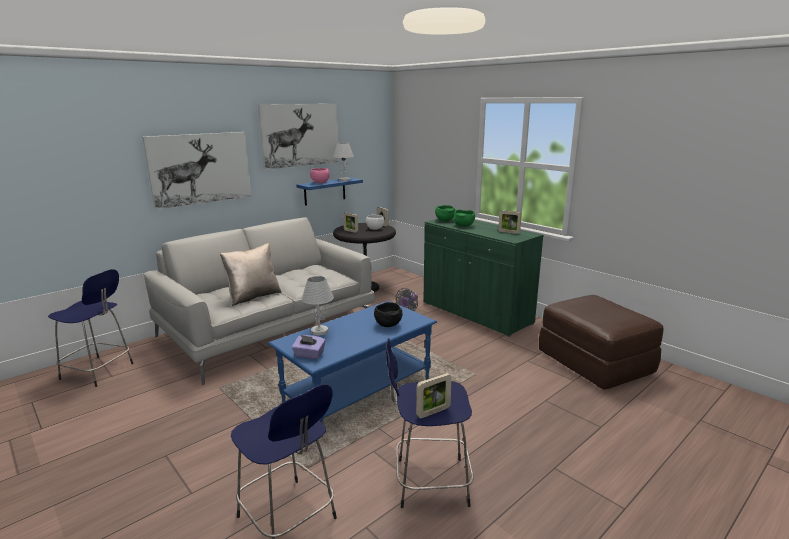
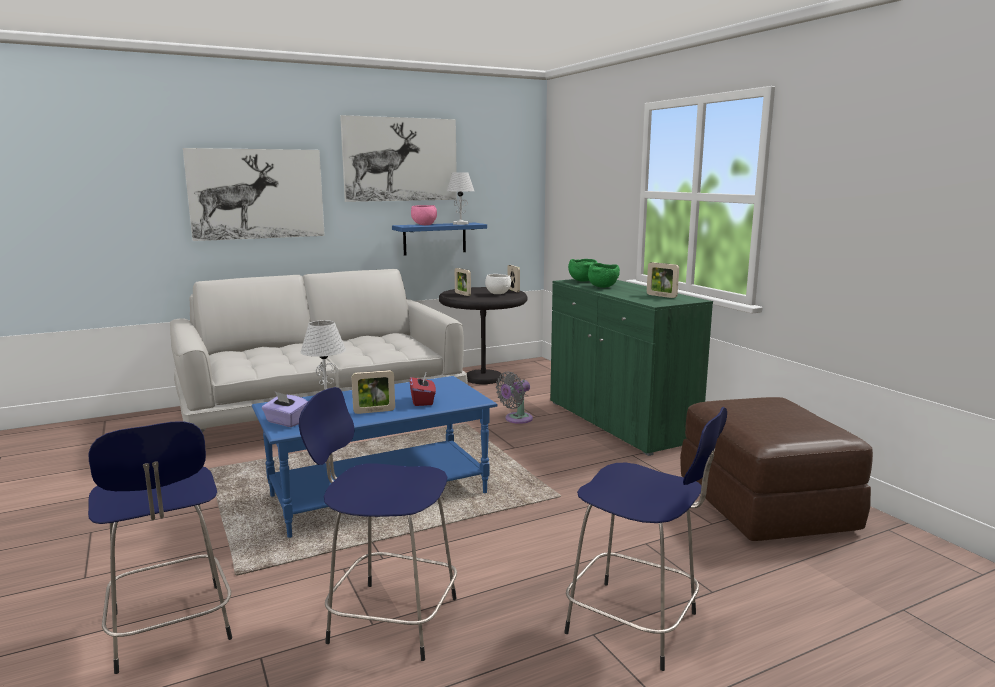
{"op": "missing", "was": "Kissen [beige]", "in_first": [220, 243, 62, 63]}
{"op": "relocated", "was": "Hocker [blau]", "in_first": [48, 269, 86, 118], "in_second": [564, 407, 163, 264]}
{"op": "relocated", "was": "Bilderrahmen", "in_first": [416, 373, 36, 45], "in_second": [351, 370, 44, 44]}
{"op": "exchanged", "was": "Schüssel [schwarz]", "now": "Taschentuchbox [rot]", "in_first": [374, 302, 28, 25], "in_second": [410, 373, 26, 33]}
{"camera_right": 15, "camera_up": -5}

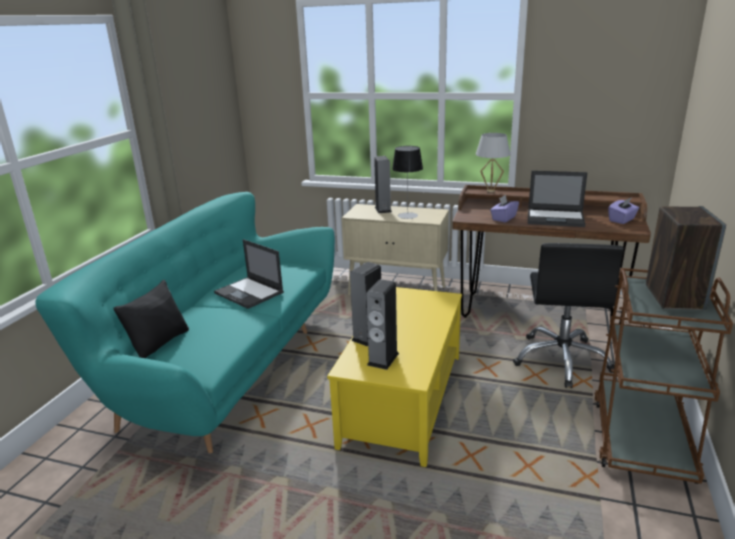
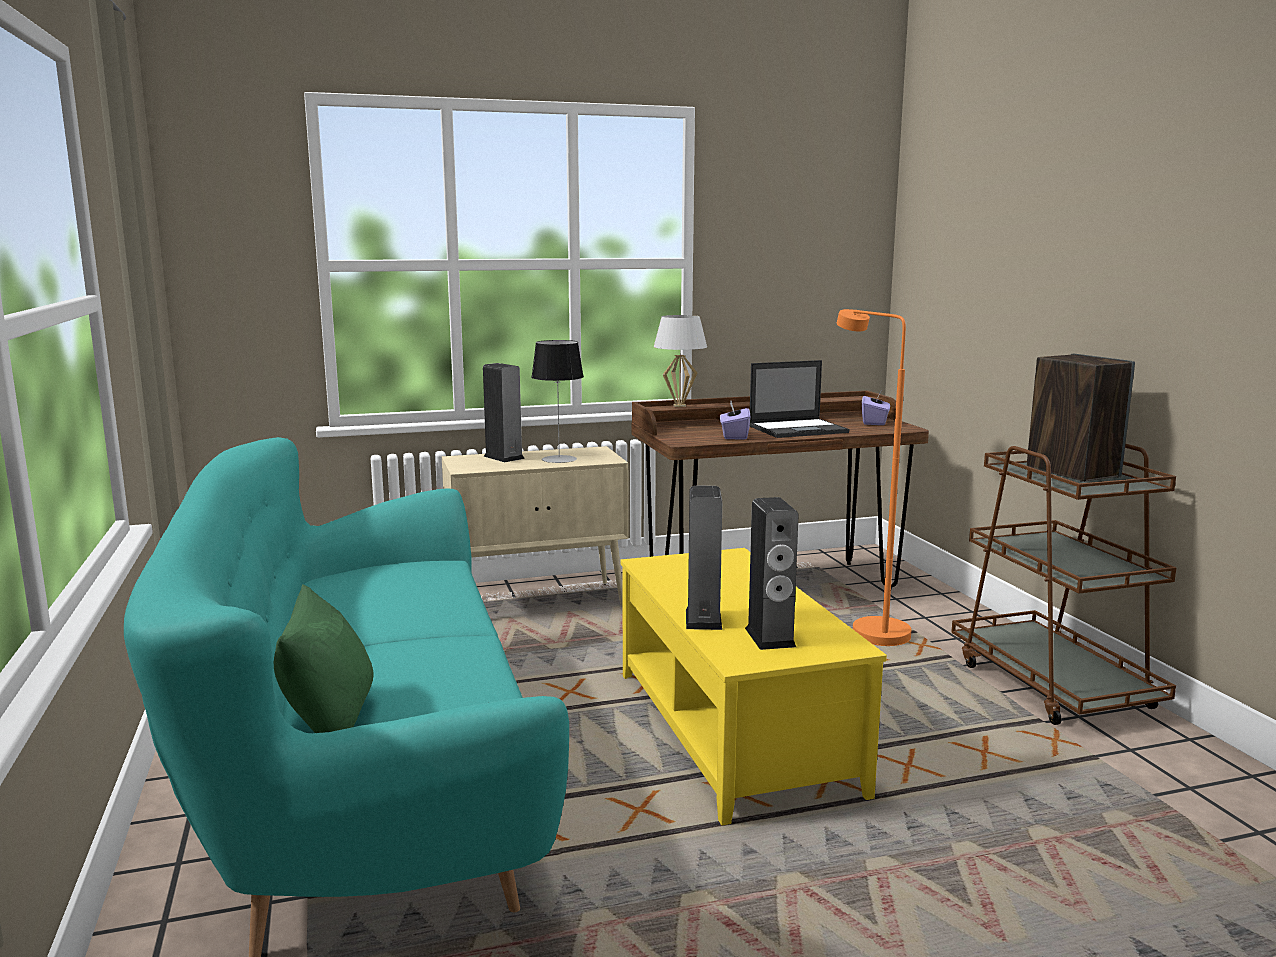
{"op": "missing", "was": "Laptop", "in_first": [214, 239, 70, 70]}
{"op": "exchanged", "was": "Bürostuhl [schwarz]", "now": "Stehlampe [orange]", "in_first": [513, 243, 111, 145], "in_second": [837, 309, 75, 337]}
{"op": "colour", "was": "Kissen [schwarz]", "now": "Kissen [grün]", "in_first": [113, 280, 76, 78], "in_second": [274, 584, 100, 149]}
{"camera_right": -35, "camera_up": -10}

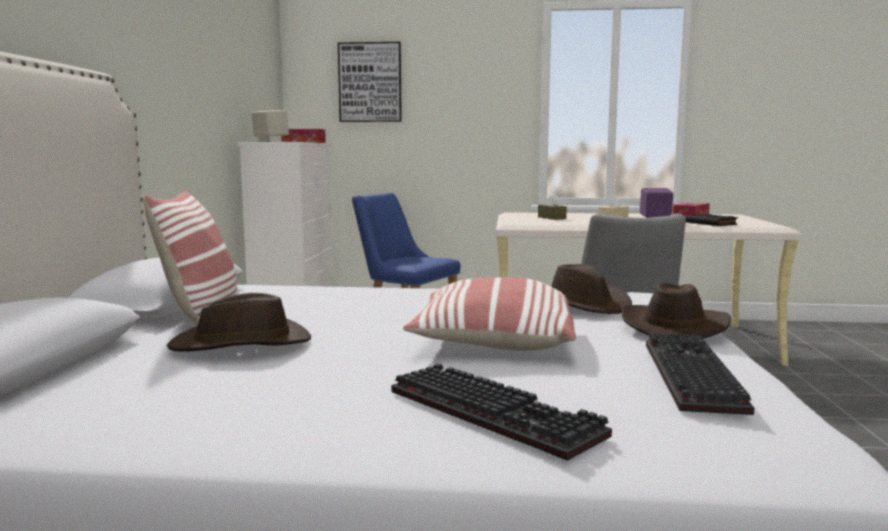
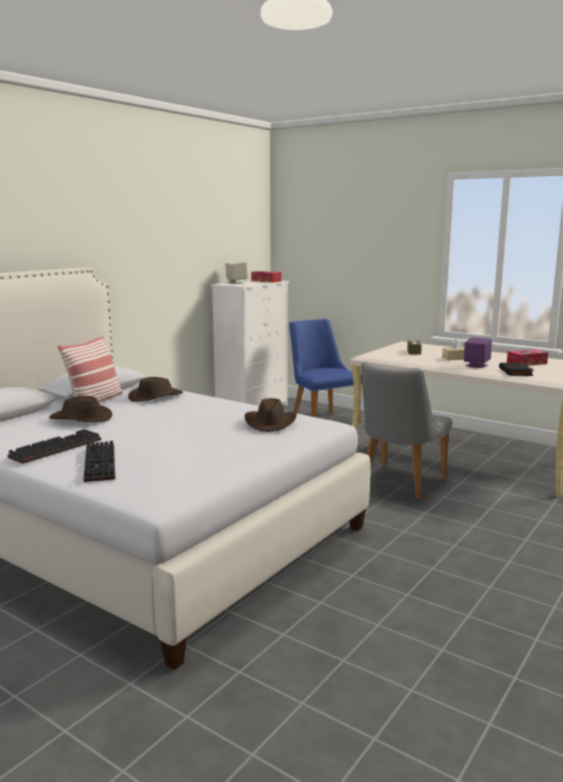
{"op": "missing", "was": "Bild", "in_first": [338, 42, 64, 80]}
{"op": "missing", "was": "Kissen", "in_first": [403, 277, 173, 74]}
{"op": "relocated", "was": "Hut [braun]", "in_first": [622, 283, 109, 56], "in_second": [128, 377, 55, 25]}
{"op": "relocated", "was": "Tastatur", "in_first": [646, 333, 108, 82], "in_second": [7, 429, 94, 35]}
{"camera_right": 30, "camera_up": 5}

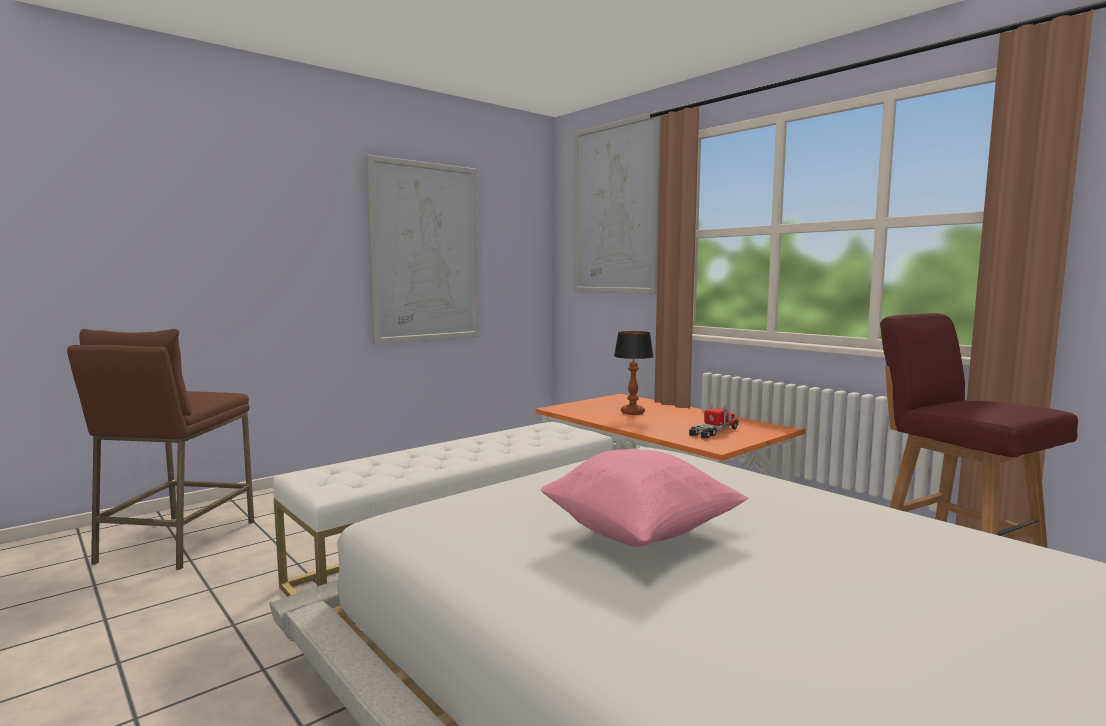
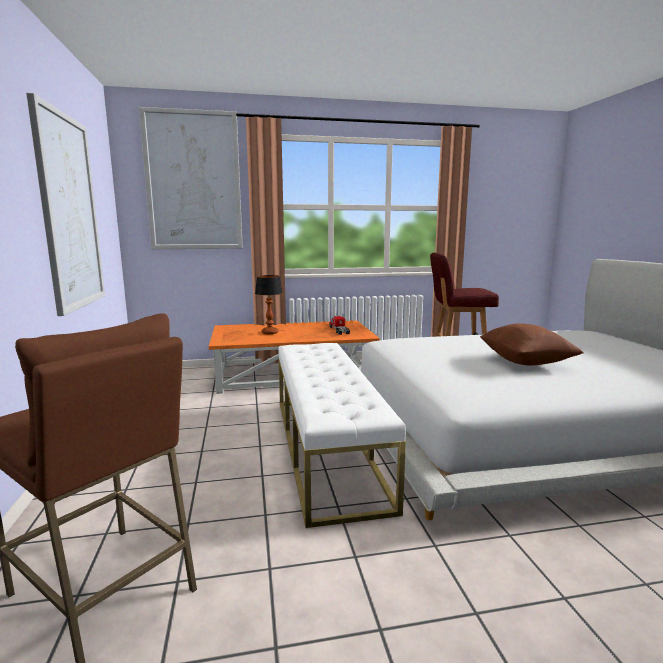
{"op": "colour", "was": "Kissen [rosa]", "now": "Kissen [braun]", "in_first": [541, 449, 207, 98], "in_second": [480, 323, 104, 42]}
{"camera_right": -60, "camera_up": 5}

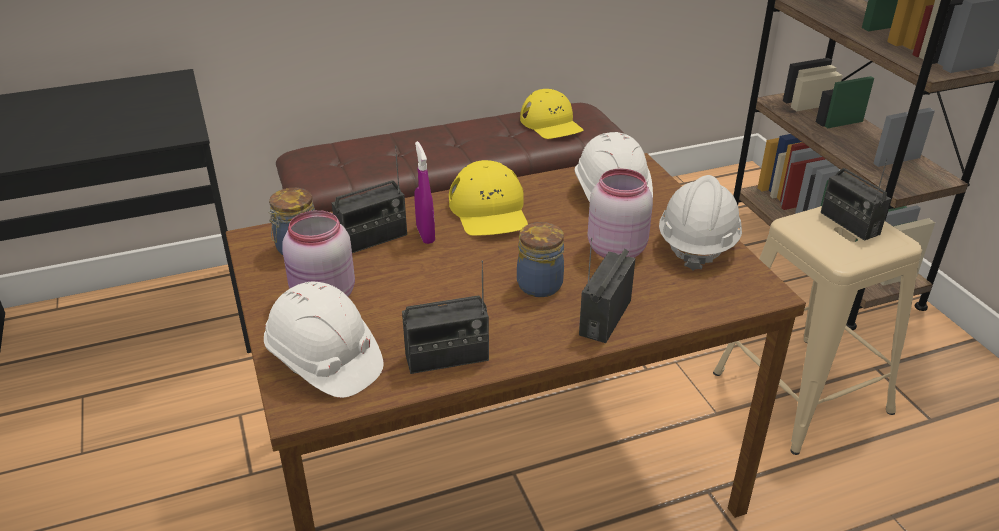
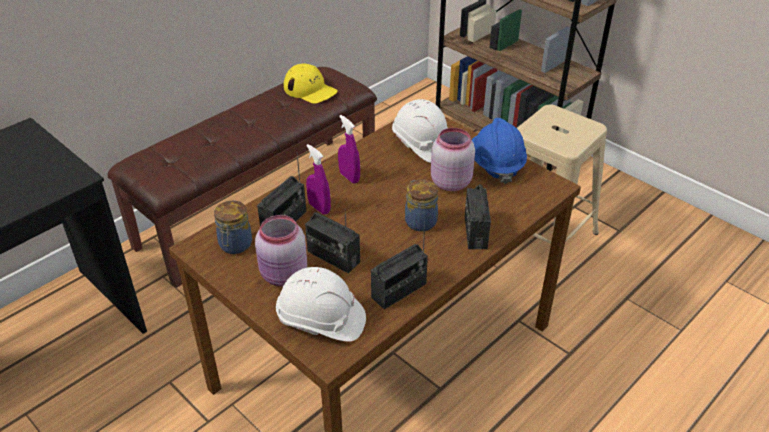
{"op": "relocated", "was": "Radio", "in_first": [821, 158, 70, 83], "in_second": [305, 209, 55, 64]}
{"op": "exchanged", "was": "Kappe [gelb]", "now": "Sprühflasche [lila]", "in_first": [449, 160, 79, 76], "in_second": [338, 115, 22, 69]}
{"op": "colour", "was": "Schutzhelm [weiß]", "now": "Schutzhelm [blau]", "in_first": [659, 175, 83, 96], "in_second": [472, 118, 55, 66]}
{"camera_right": -25, "camera_up": 5}

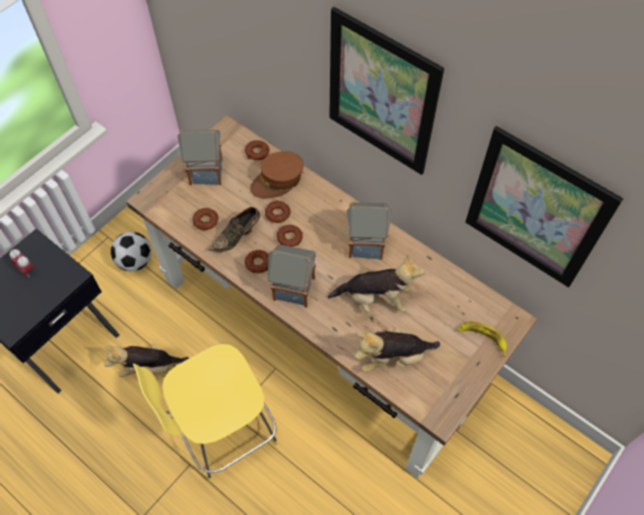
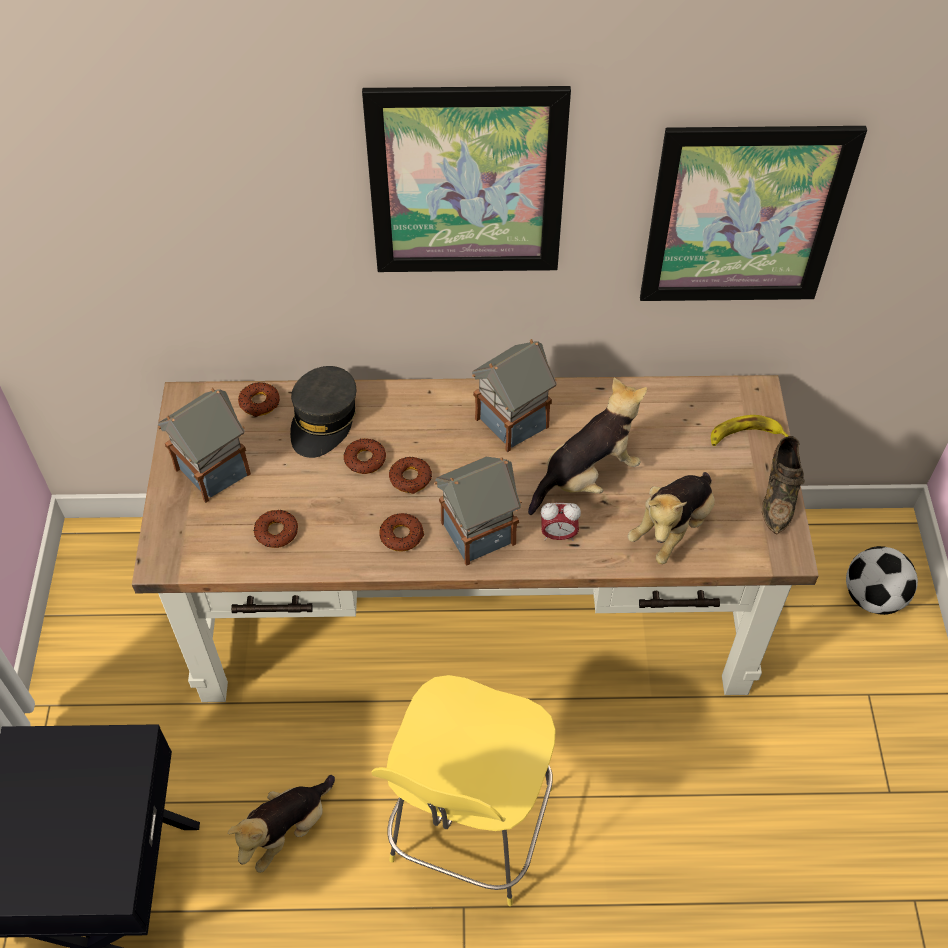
{"op": "relocated", "was": "Wecker", "in_first": [10, 249, 24, 27], "in_second": [541, 503, 40, 38]}
{"op": "relocated", "was": "Fußball", "in_first": [111, 232, 40, 39], "in_second": [846, 546, 72, 69]}
{"op": "relocated", "was": "Schuh [braun]", "in_first": [209, 207, 51, 45], "in_second": [762, 436, 43, 99]}
{"op": "colour", "was": "Kappe [braun]", "now": "Kappe [grau]", "in_first": [250, 151, 53, 47], "in_second": [290, 366, 66, 92]}
{"camera_right": -40, "camera_up": -5}

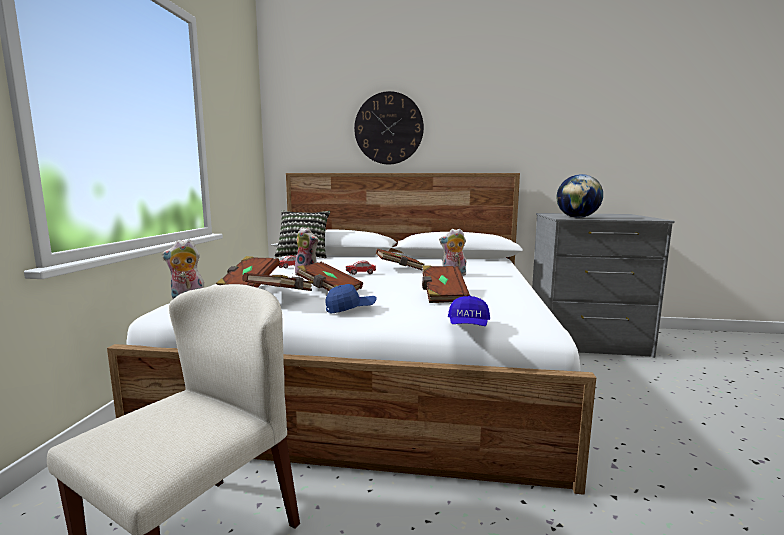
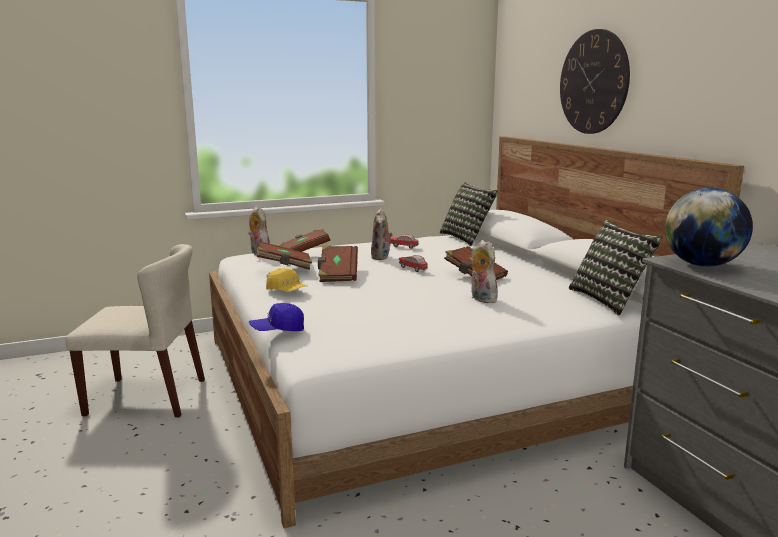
{"op": "missing", "was": "Buch [braun]", "in_first": [422, 265, 48, 38]}
{"op": "appeared", "now": "Kissen", "in_second": [569, 220, 94, 95]}
{"op": "colour", "was": "Kappe [blau]", "now": "Kappe [gelb]", "in_first": [326, 284, 51, 30], "in_second": [266, 268, 41, 24]}
{"camera_right": 60, "camera_up": 5}

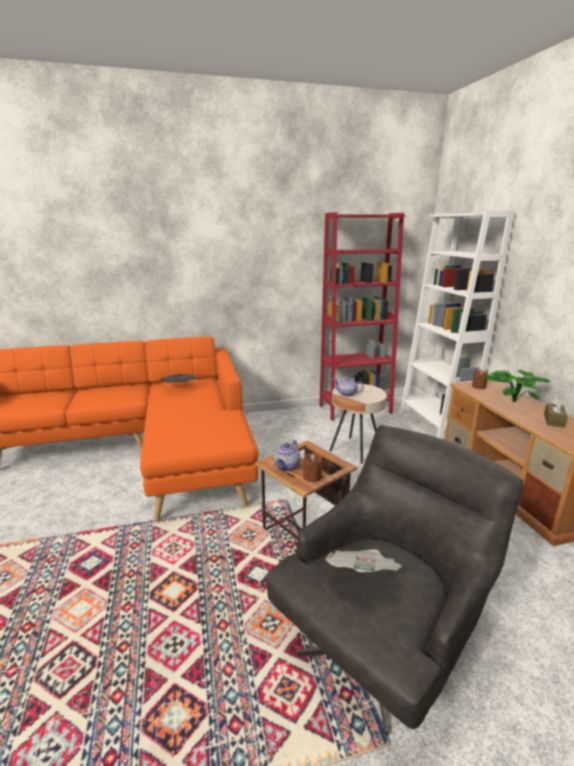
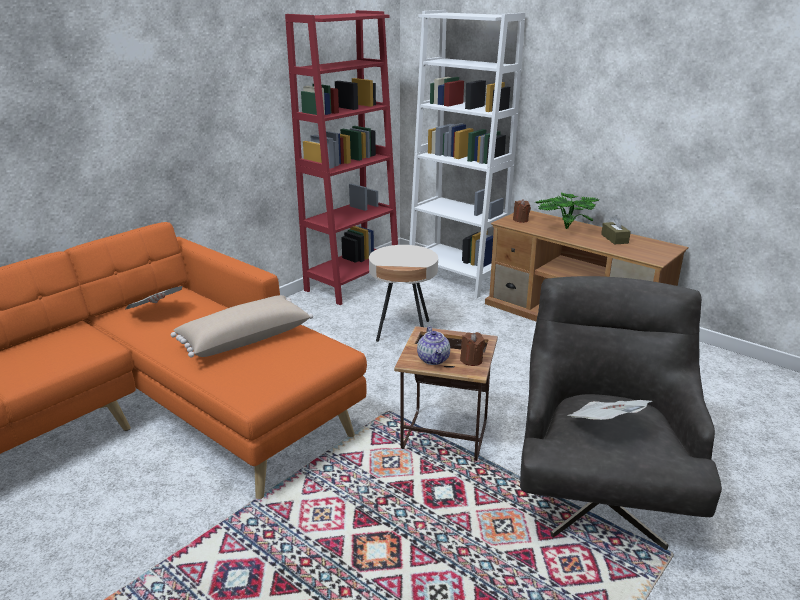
{"op": "missing", "was": "Teekanne", "in_first": [333, 376, 31, 21]}
{"op": "appeared", "now": "Kissen [beige]", "in_second": [171, 295, 142, 63]}
{"camera_right": -35, "camera_up": 5}

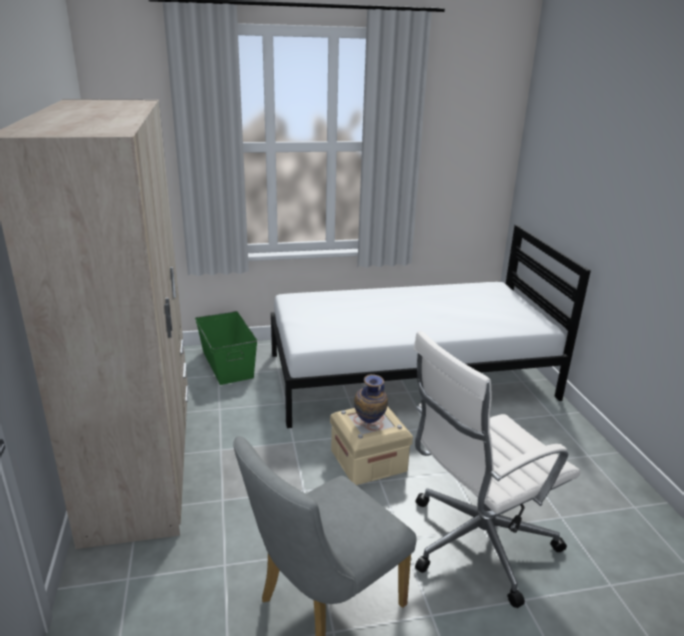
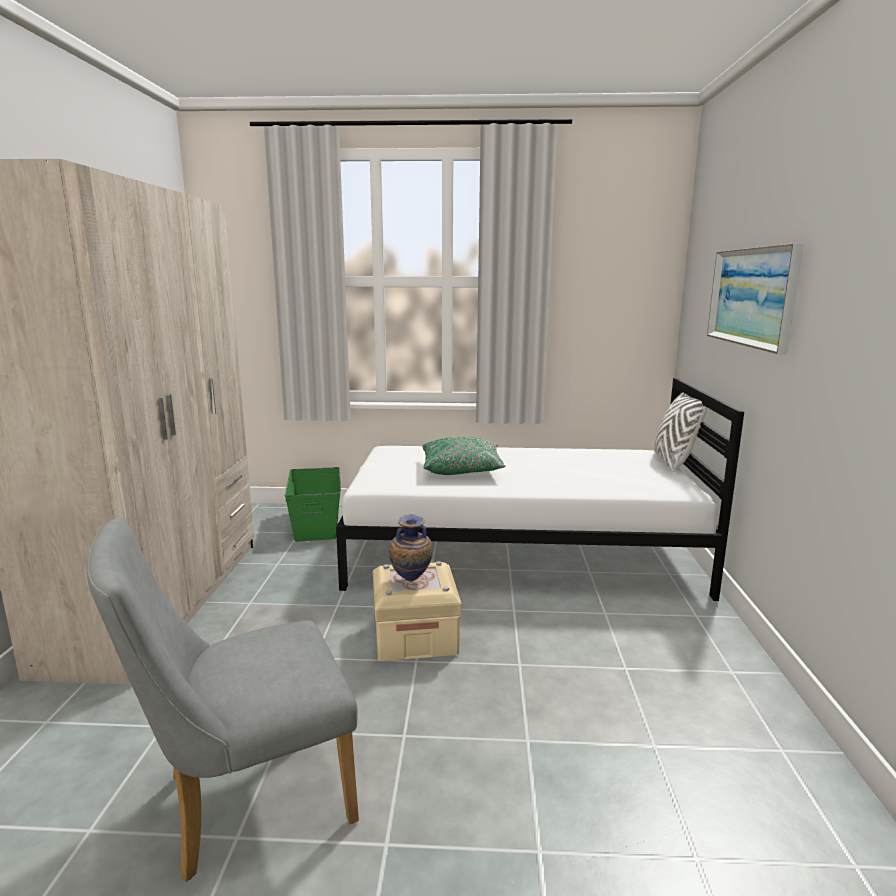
{"op": "missing", "was": "Bürostuhl [weiß]", "in_first": [413, 331, 167, 277]}
{"op": "appeared", "now": "Kissen [grün]", "in_second": [422, 437, 84, 38]}
{"op": "appeared", "now": "Kissen [weiß]", "in_second": [654, 392, 54, 80]}
{"op": "appeared", "now": "Bild", "in_second": [707, 244, 96, 110]}
{"camera_right": 15, "camera_up": -10}

